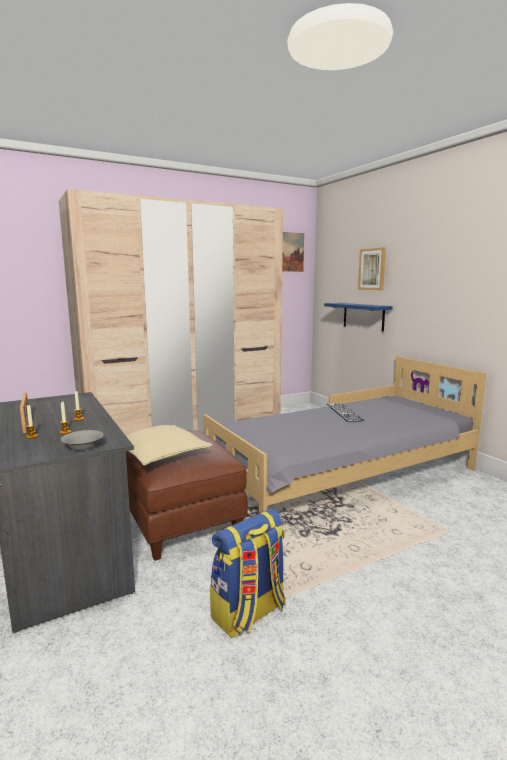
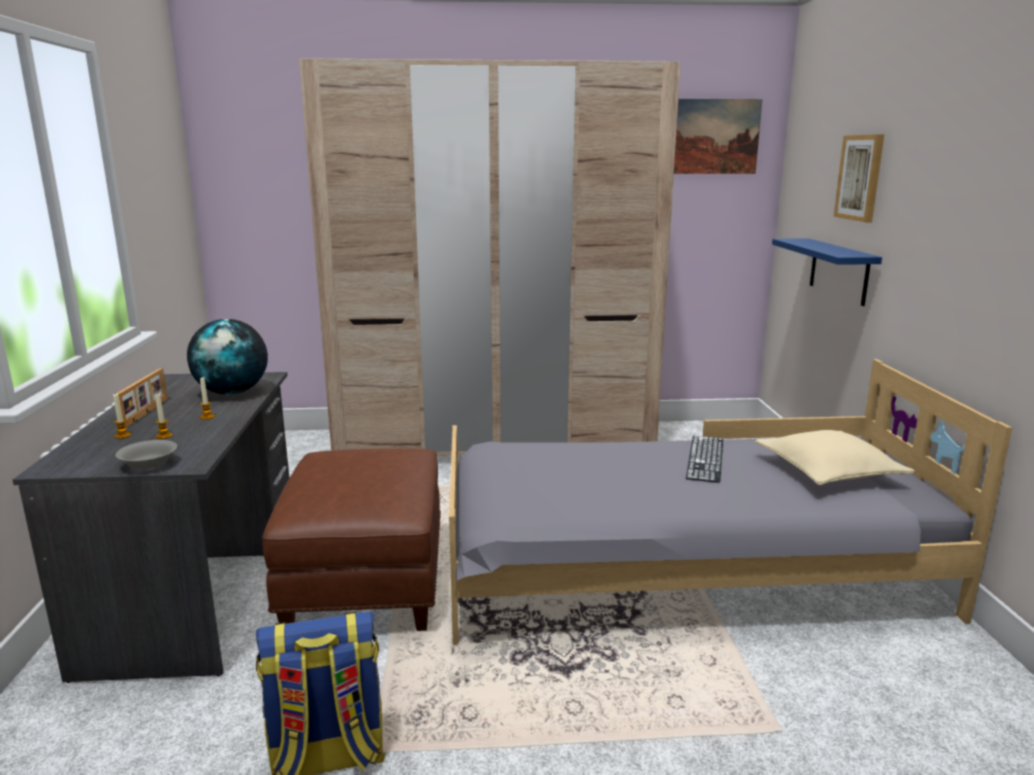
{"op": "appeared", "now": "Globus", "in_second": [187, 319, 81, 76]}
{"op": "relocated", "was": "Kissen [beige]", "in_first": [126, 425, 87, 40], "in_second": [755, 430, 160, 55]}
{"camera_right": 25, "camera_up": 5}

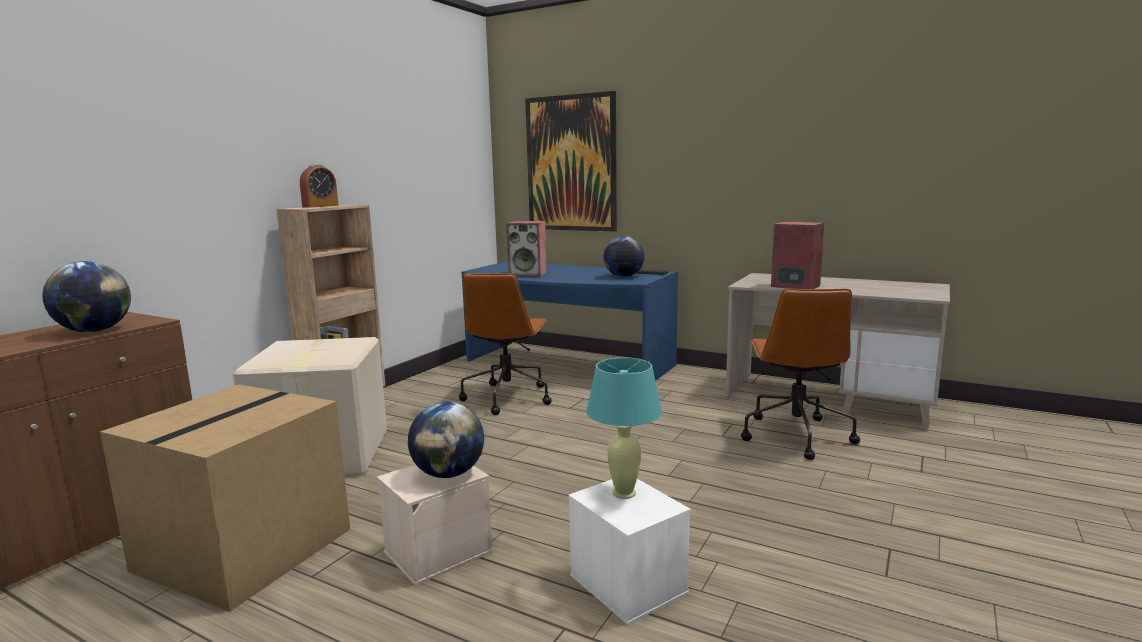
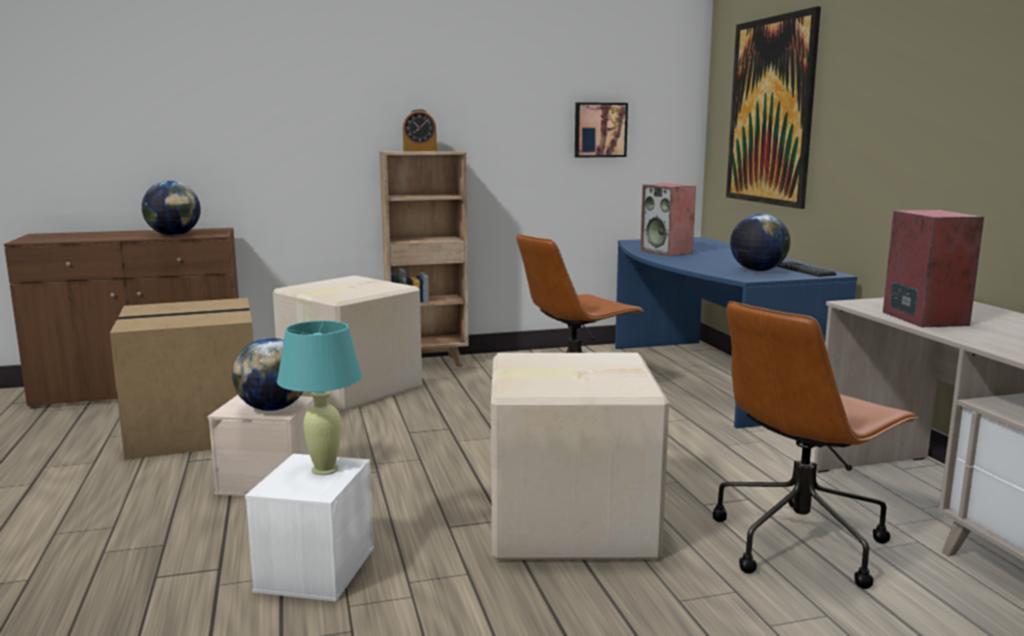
{"op": "appeared", "now": "Karton", "in_second": [491, 353, 178, 207]}
{"op": "appeared", "now": "Bild", "in_second": [575, 102, 53, 55]}
{"camera_right": 45, "camera_up": 0}

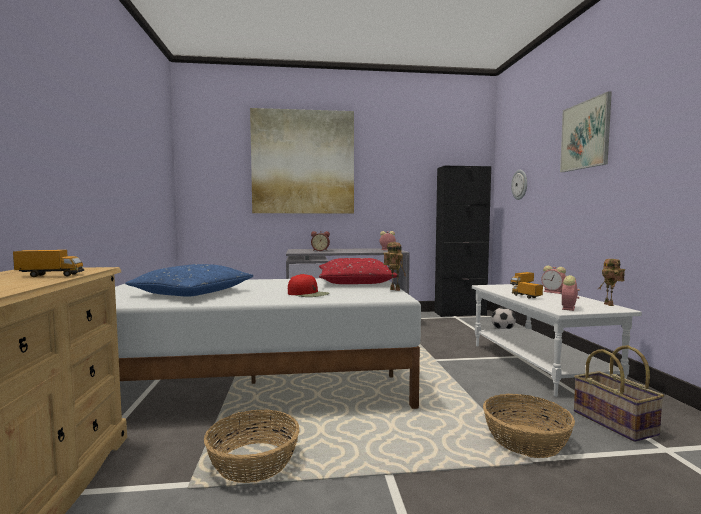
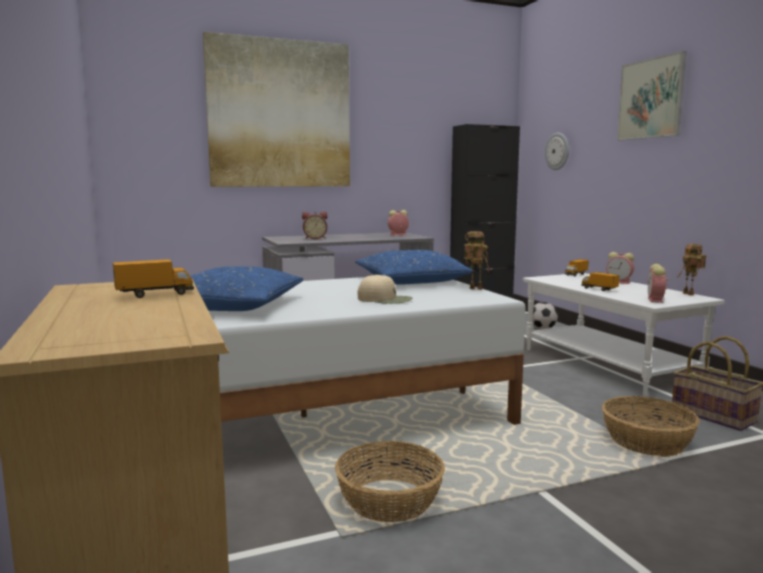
{"op": "colour", "was": "Kappe [rot]", "now": "Kappe [beige]", "in_first": [288, 274, 42, 23], "in_second": [358, 274, 54, 30]}
{"op": "colour", "was": "Kissen [rot]", "now": "Kissen [blau]", "in_first": [319, 258, 78, 26], "in_second": [355, 250, 117, 35]}
{"camera_right": -15, "camera_up": 5}

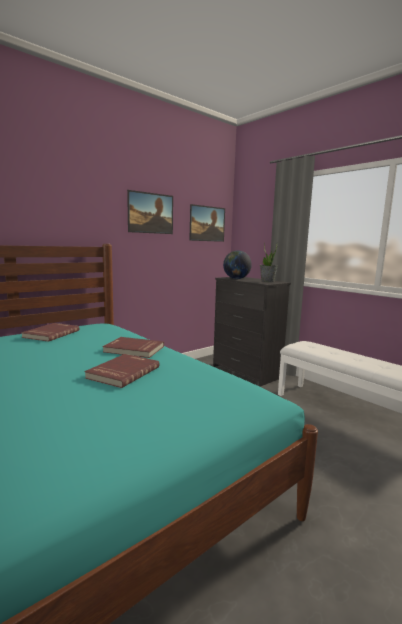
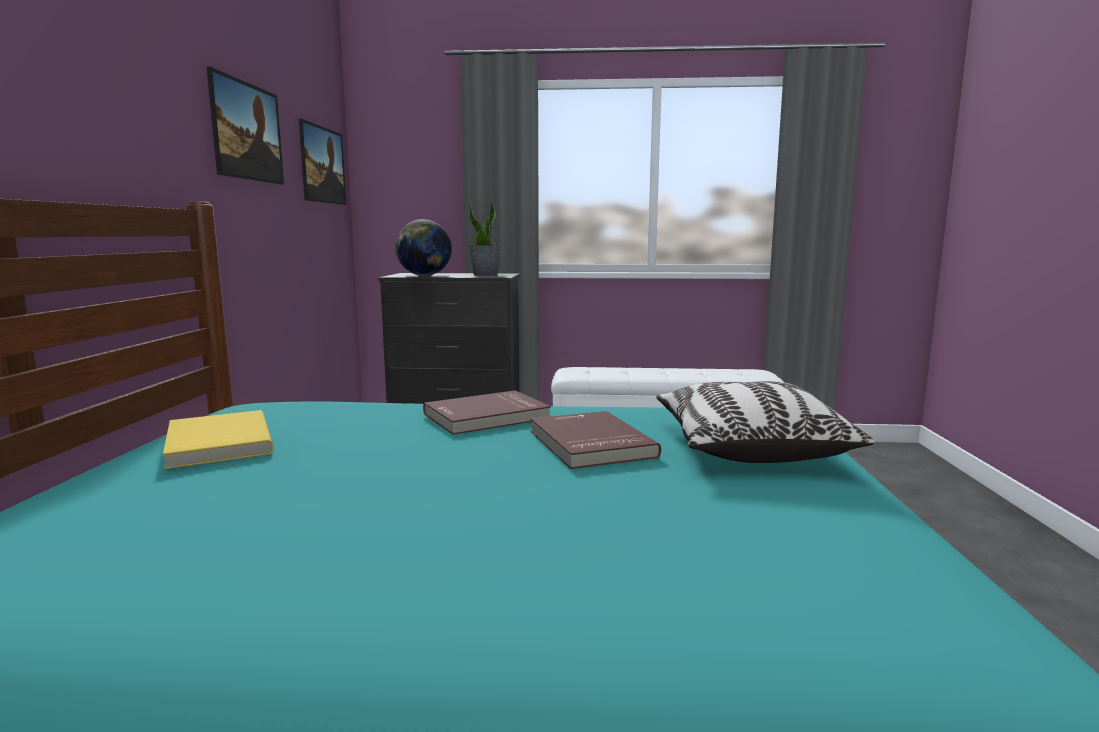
{"op": "appeared", "now": "Kissen", "in_second": [656, 381, 219, 82]}
{"op": "colour", "was": "Buch [rot]", "now": "Buch [gelb]", "in_first": [21, 323, 58, 19], "in_second": [163, 410, 110, 59]}
{"camera_right": -45, "camera_up": 0}

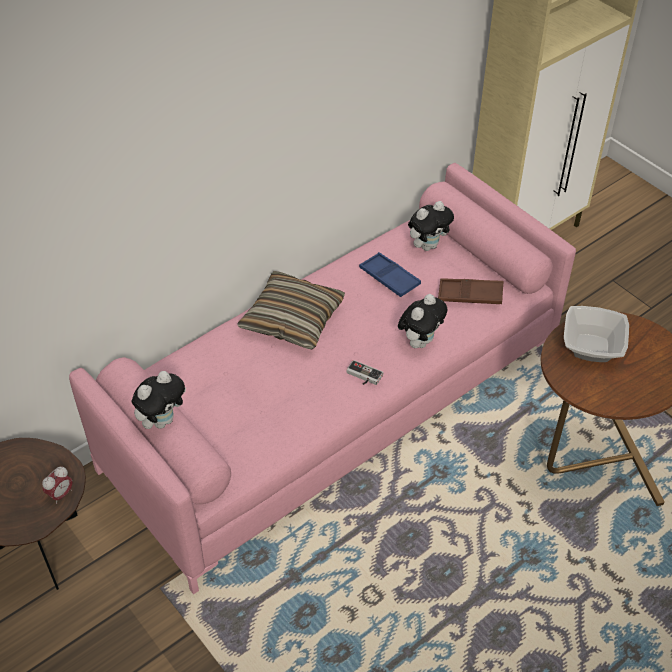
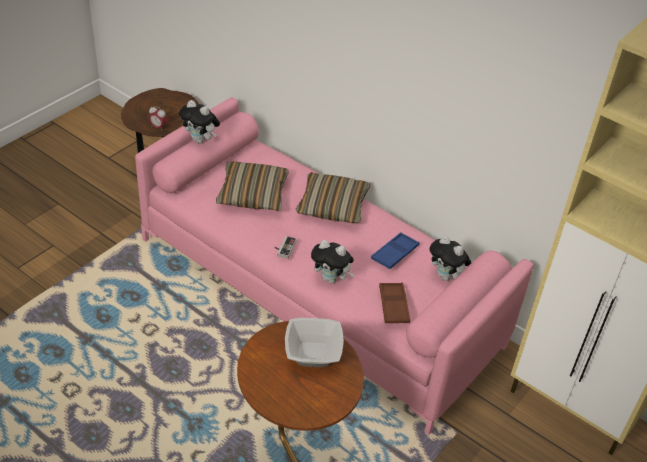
{"op": "appeared", "now": "Kissen", "in_second": [216, 161, 73, 50]}
{"camera_right": 75, "camera_up": -5}

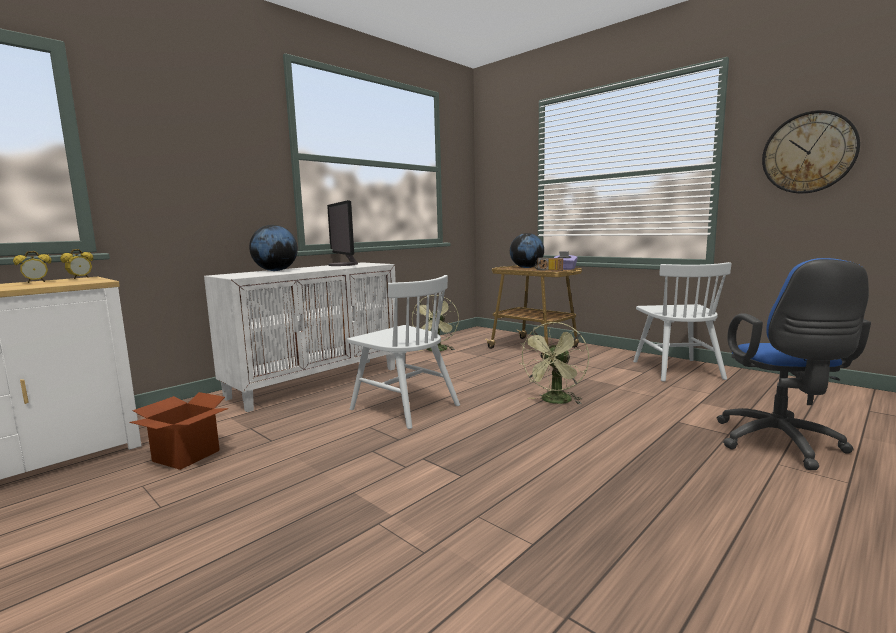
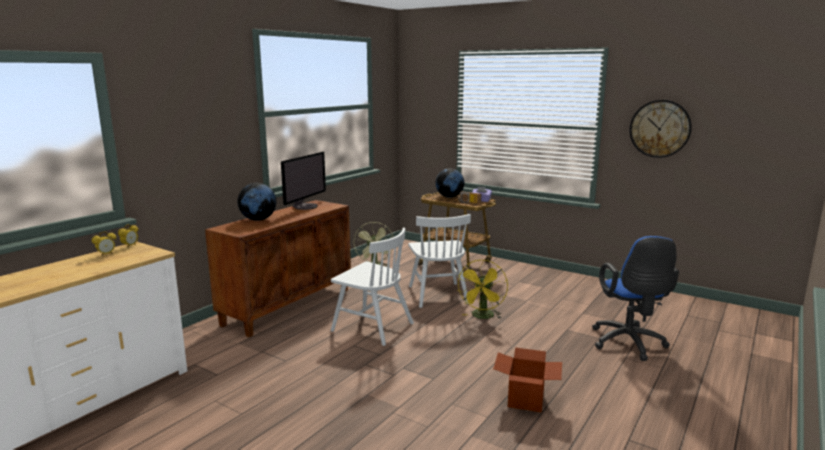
{"op": "relocated", "was": "Karton", "in_first": [129, 392, 99, 78], "in_second": [493, 348, 69, 65]}
{"op": "relocated", "was": "Stuhl [weiß]", "in_first": [633, 262, 99, 120], "in_second": [408, 214, 63, 94]}
{"op": "colour", "was": "Schrank [weiß]", "now": "Schrank [braun]", "in_first": [204, 262, 192, 150], "in_second": [205, 200, 146, 137]}
{"op": "colour", "was": "Ventilator [grün]", "now": "Ventilator [gelb]", "in_first": [519, 322, 70, 82], "in_second": [457, 260, 51, 59]}
{"op": "spun", "was": "Monitor", "in_first": [327, 200, 31, 66], "in_second": [281, 152, 45, 58], "clockwise": -120}
{"camera_right": -10, "camera_up": 5}

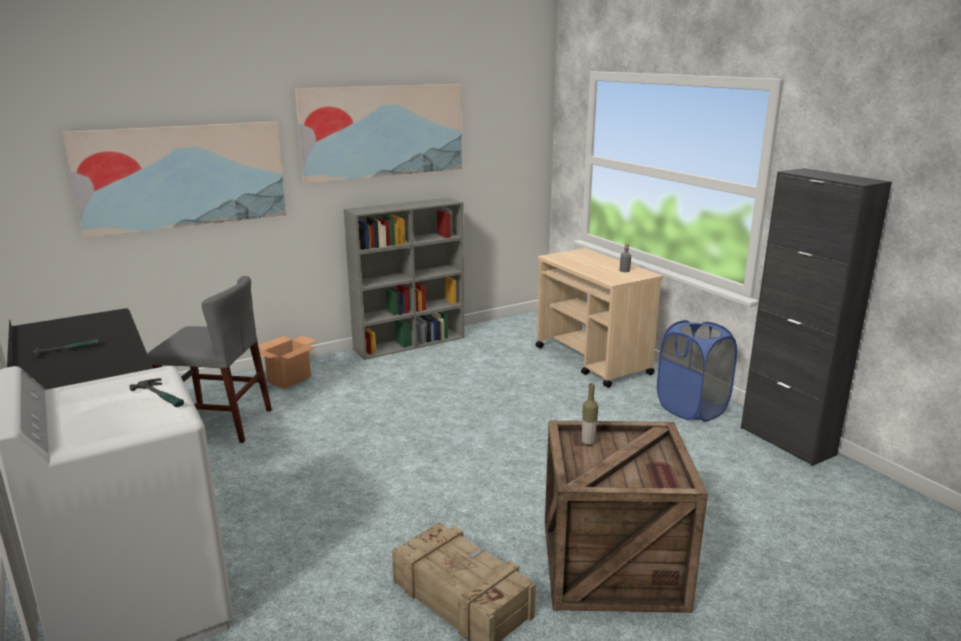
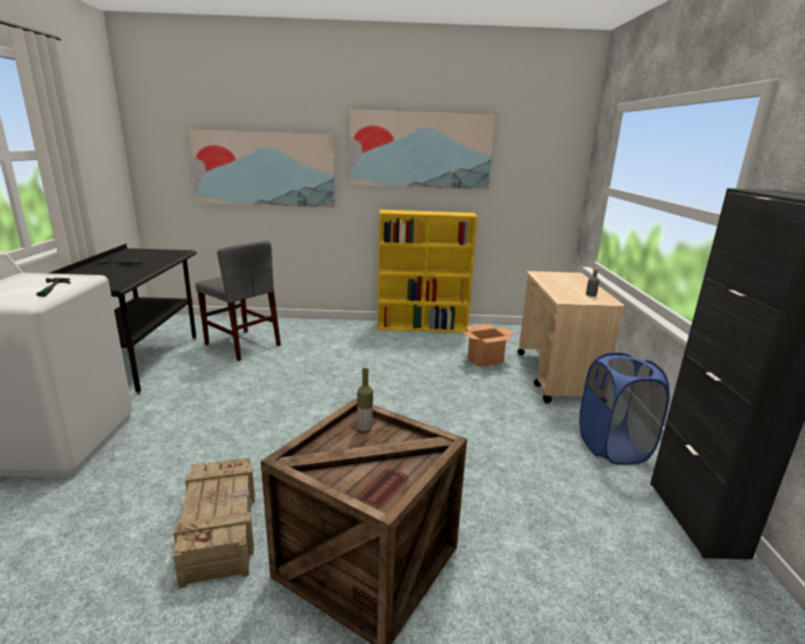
{"op": "relocated", "was": "Karton", "in_first": [258, 336, 59, 53], "in_second": [461, 324, 54, 43]}
{"op": "colour", "was": "Bücherregal [grau]", "now": "Bücherregal [gelb]", "in_first": [344, 198, 121, 162], "in_second": [377, 210, 101, 122]}
{"camera_right": 30, "camera_up": 0}

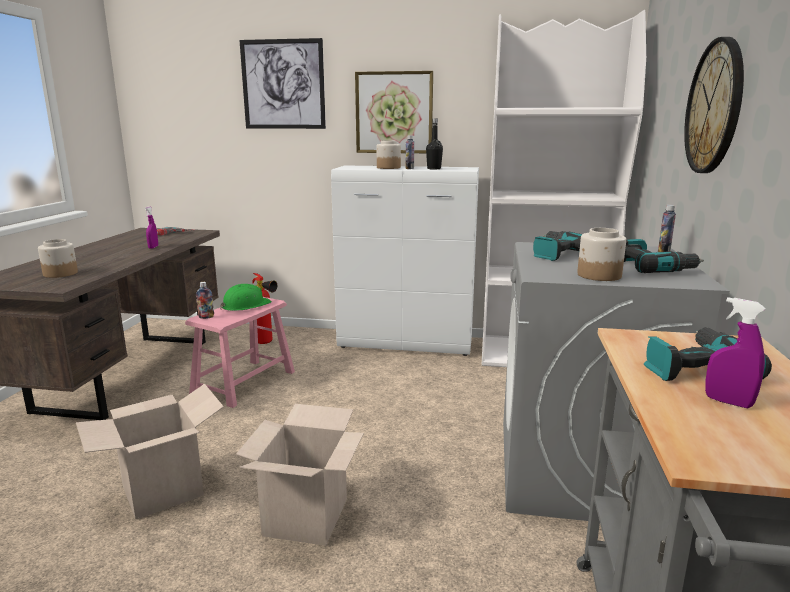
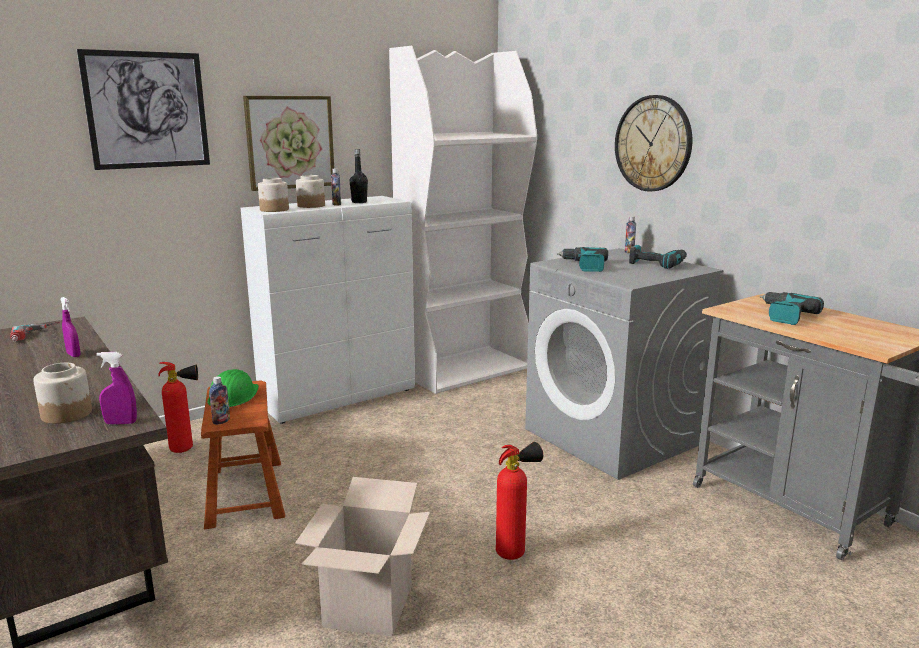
{"op": "relocated", "was": "Vorratsglas", "in_first": [577, 228, 49, 53], "in_second": [258, 178, 31, 34]}
{"op": "relocated", "was": "Sprühflasche [lila]", "in_first": [705, 297, 60, 111], "in_second": [96, 352, 41, 73]}
{"op": "exchanged", "was": "Karton", "now": "Feuerlöscher", "in_first": [236, 404, 128, 142], "in_second": [496, 442, 47, 118]}
{"op": "colour", "was": "Hocker [rosa]", "now": "Hocker [braun]", "in_first": [185, 297, 110, 111], "in_second": [201, 380, 84, 149]}
{"camera_right": -45, "camera_up": 0}

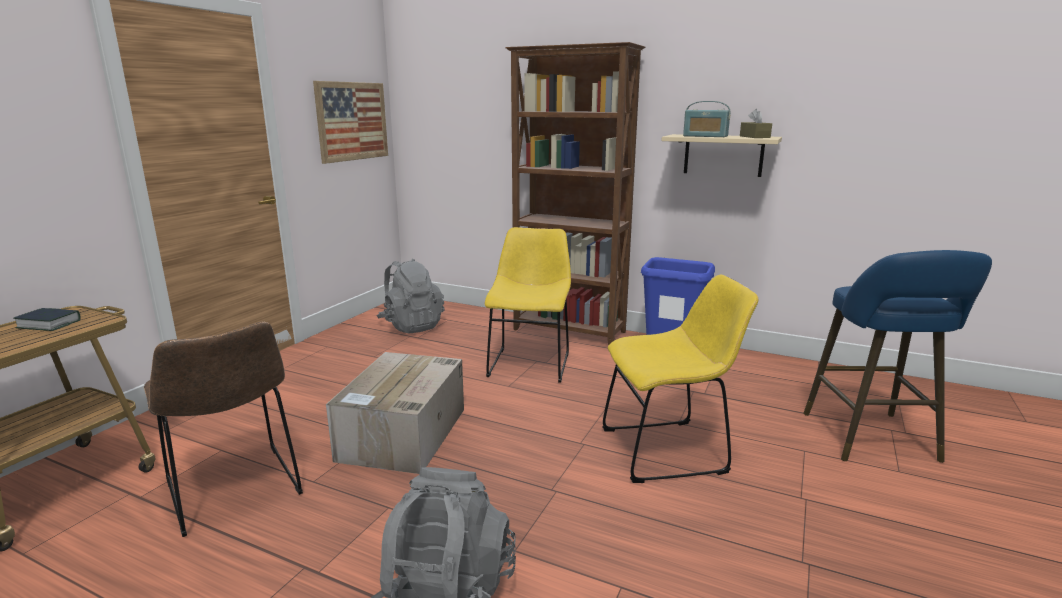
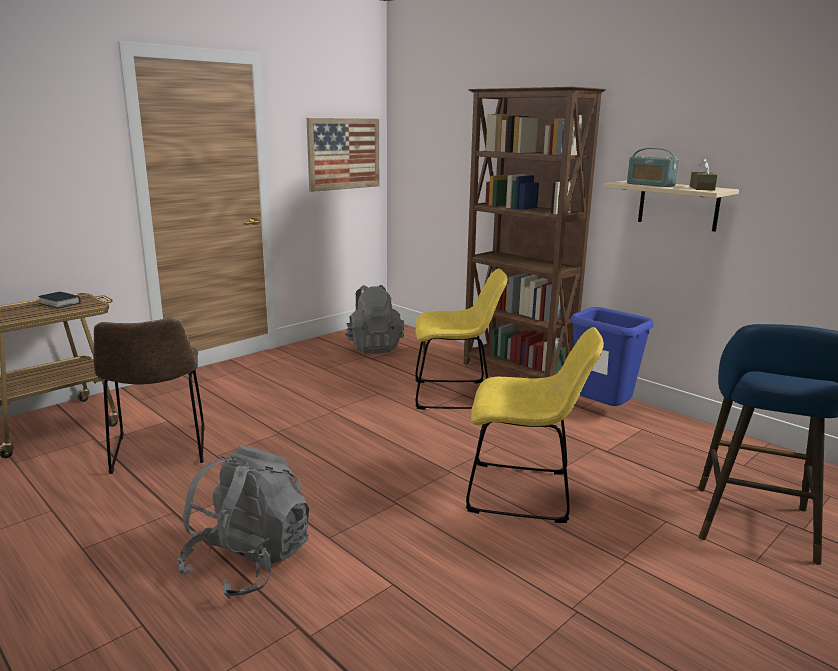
{"op": "missing", "was": "Karton", "in_first": [326, 352, 138, 122]}
{"op": "spun", "was": "Stuhl [gelb]", "in_first": [485, 227, 86, 156], "in_second": [415, 268, 93, 142], "clockwise": 60}
{"camera_right": 20, "camera_up": 0}

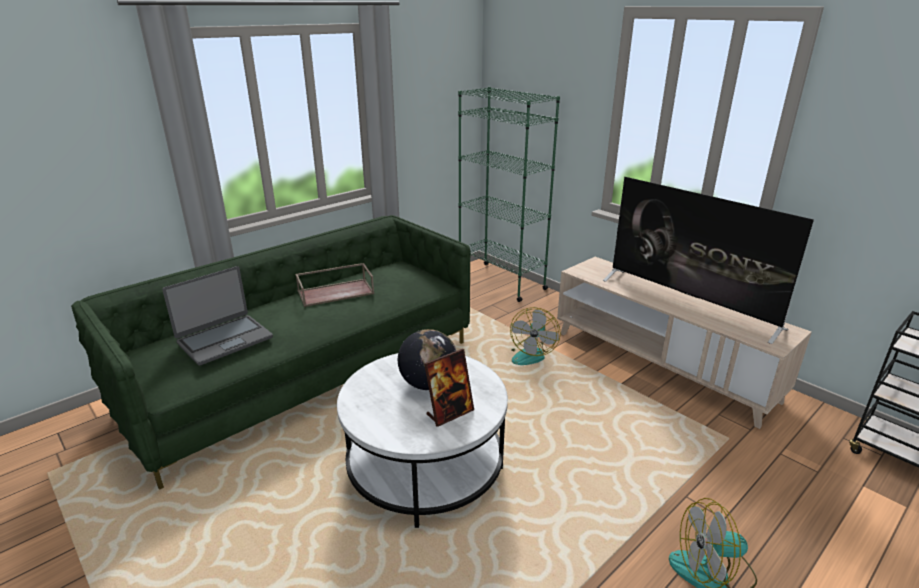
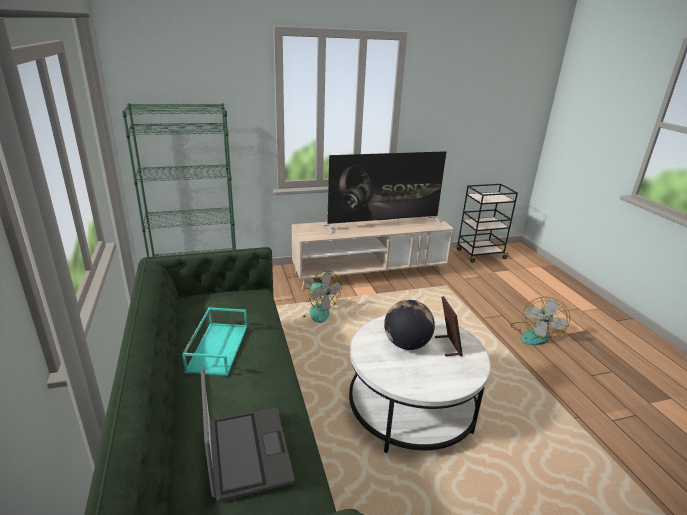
{"op": "colour", "was": "Tablett [braun]", "now": "Tablett [türkis]", "in_first": [295, 263, 80, 44], "in_second": [182, 307, 65, 69]}
{"camera_right": -65, "camera_up": 0}

